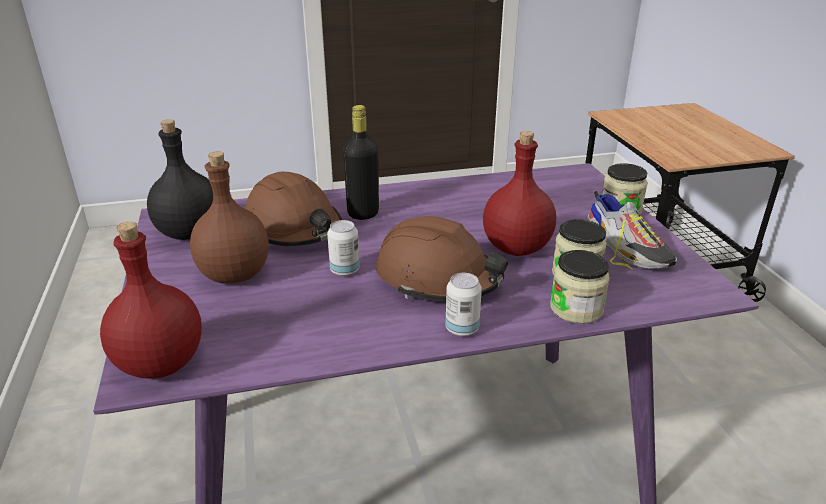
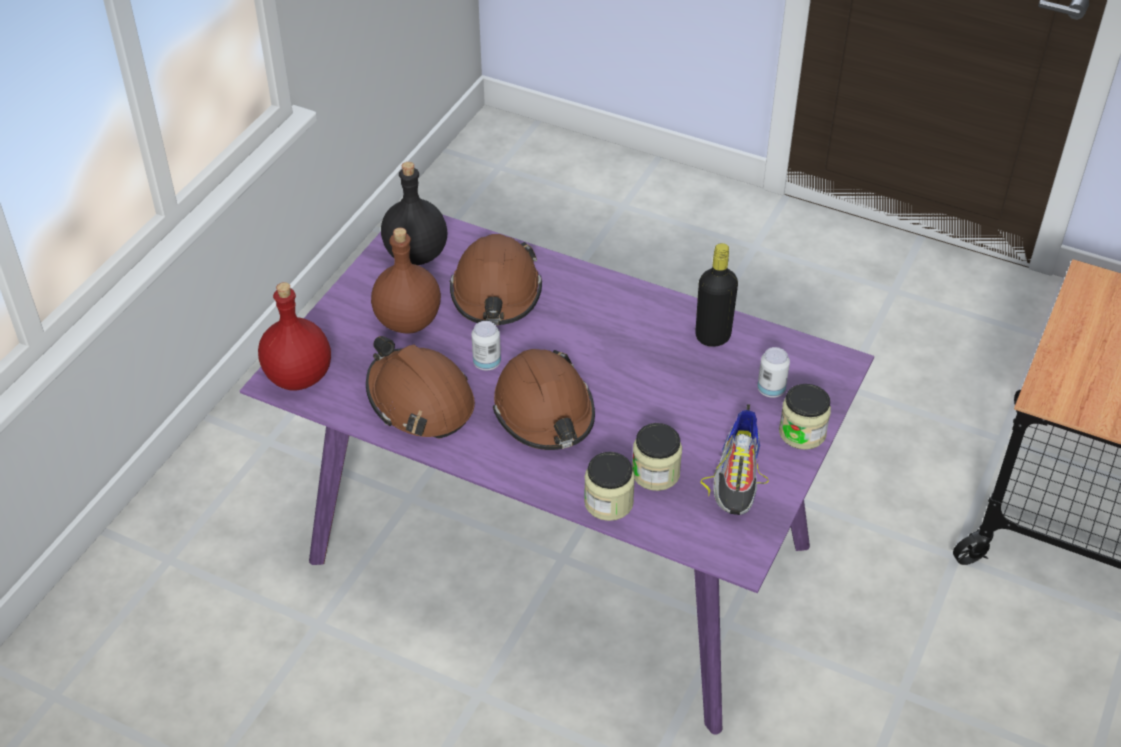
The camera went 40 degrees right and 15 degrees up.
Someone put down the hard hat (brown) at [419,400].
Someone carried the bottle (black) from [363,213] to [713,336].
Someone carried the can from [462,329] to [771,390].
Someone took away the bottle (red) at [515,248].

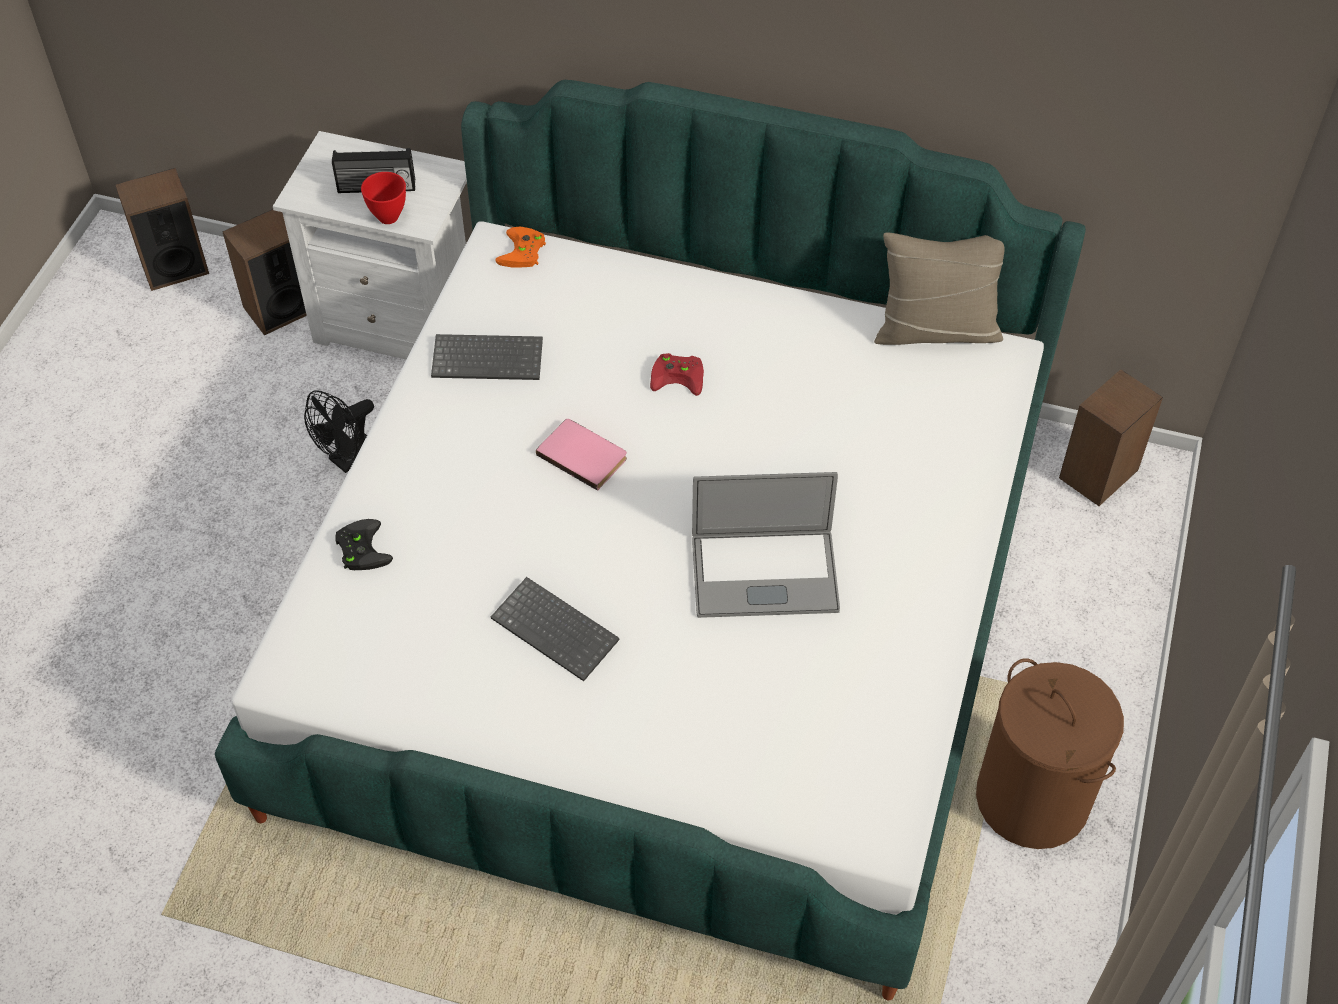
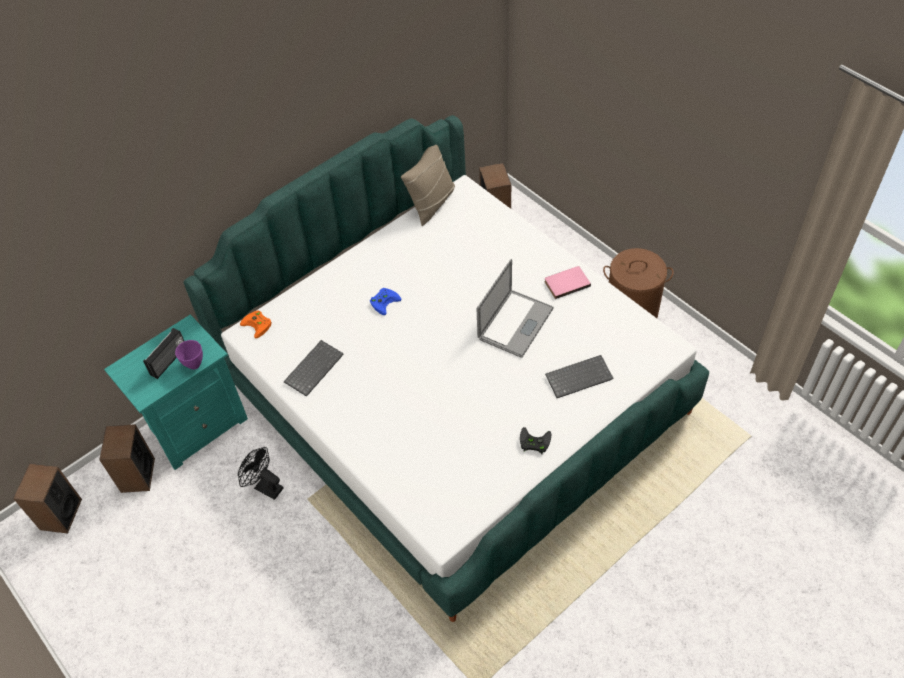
The camera went 55 degrees left and 0 degrees up.
Someone repainted the nightstand (white) at [400,323], which became the nightstand (turquoise) at [196,425].
Someone repainted the bowl (red) at [388,216], which became the bowl (purple) at [194,364].
Someone rotated the fan (black) at [348,459] by 135 degrees clockwise.
Someone repainted the game controller (red) at [679,376], which became the game controller (blue) at [384,301].
Someone carried the game controller (black) from [360,548] to [533,442].
Someone carried the book (pink) from [584,454] to [566,282].
Someone carried the keyboard from [557,630] to [579,376].

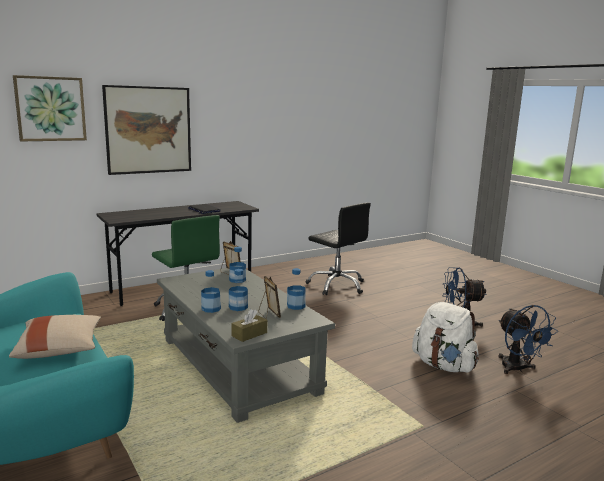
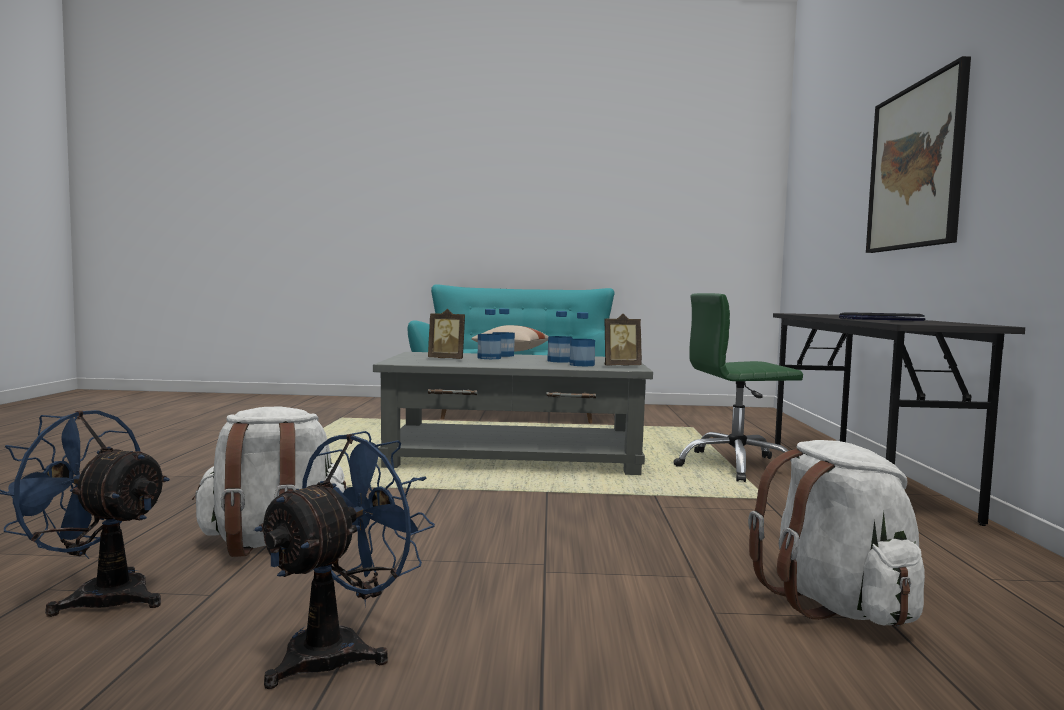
The camera went 125 degrees right and 10 degrees down.
Someone carried the bottle from [296,306] to [559,361].
Someone swapped the office chair (black) at [337,285] for the backpack (white) at [835,604].
Someone took away the picture at [50,109].
Someone took away the tissue box (brown) at [249,334].

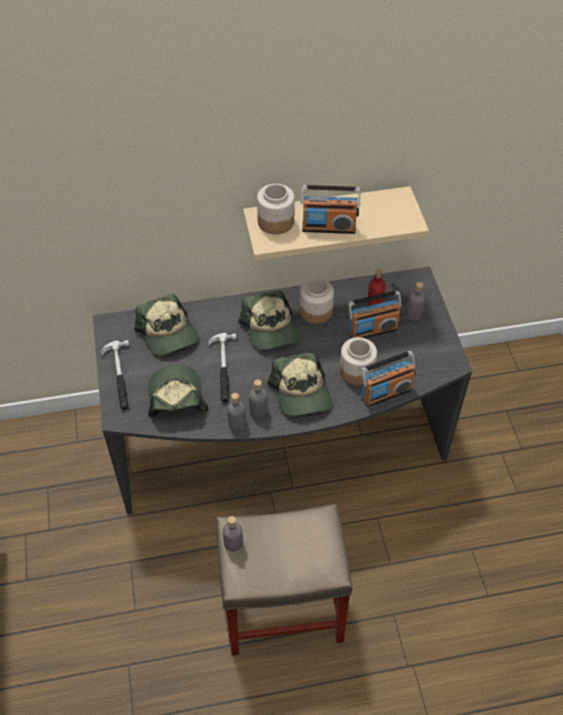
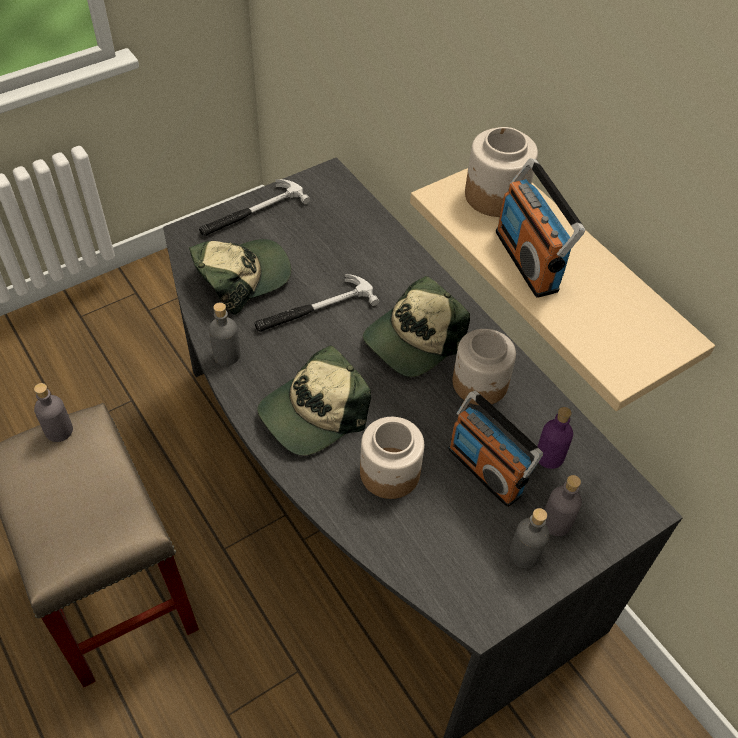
The camera went 65 degrees right and 0 degrees up.
Someone carried the bottle (grey) from [258,410] to [524,554].
Someone repainted the bottle (red) at [375,301], which became the bottle (purple) at [549,456].
Someone took away the cap at [168,333].
Someone took away the radio at [386,393].

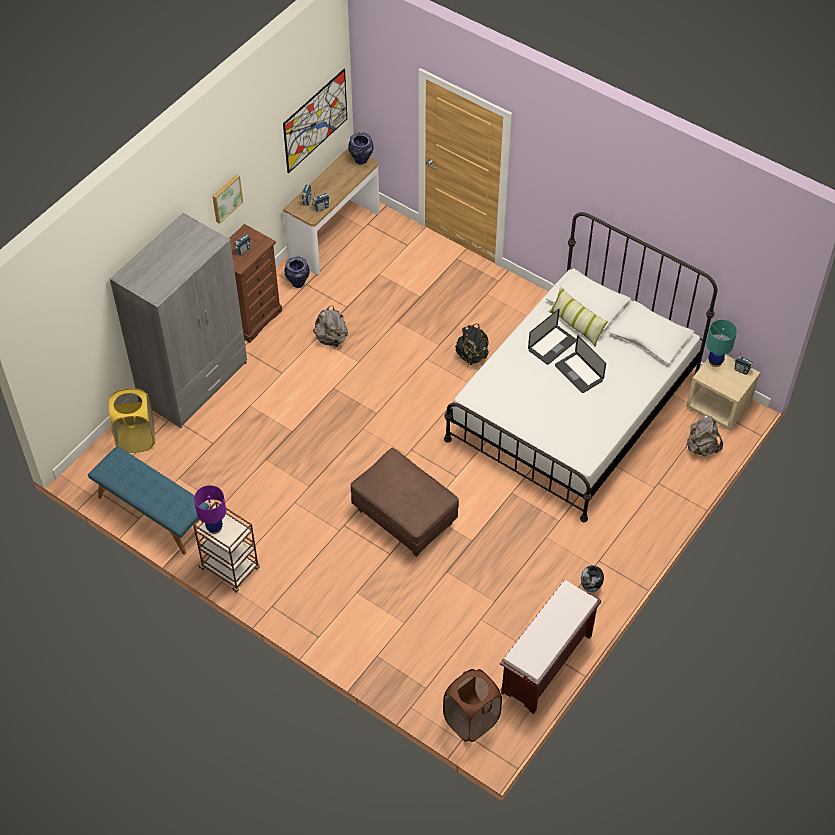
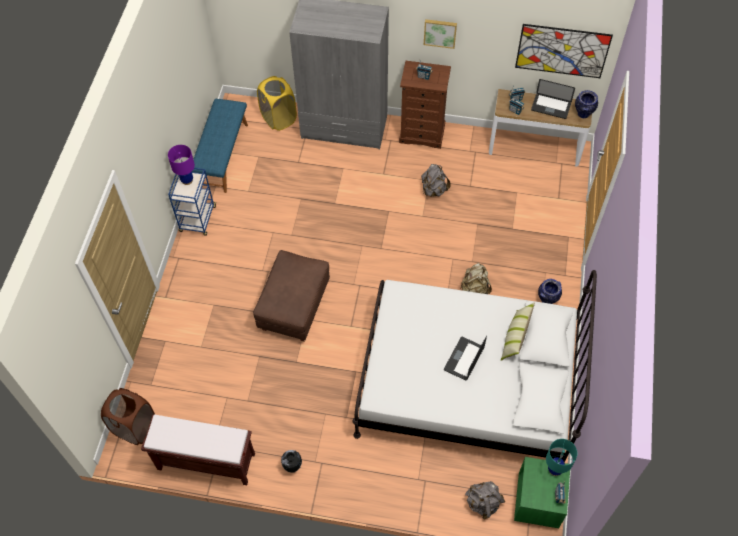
The camera went 65 degrees right and 5 degrees up.
Someone repainted the cart (brown) at [230,569], which became the cart (blue) at [198,220].
Someone repainted the backpack (black) at [472,356], which became the backpack (beige) at [475,288].
Someone repainted the nightstand (beige) at [719,406], which became the nightstand (green) at [538,501].
Someone carried the laptop from [552,345] to [551,107].
Someone carried the vase from [298,283] to [547,300].

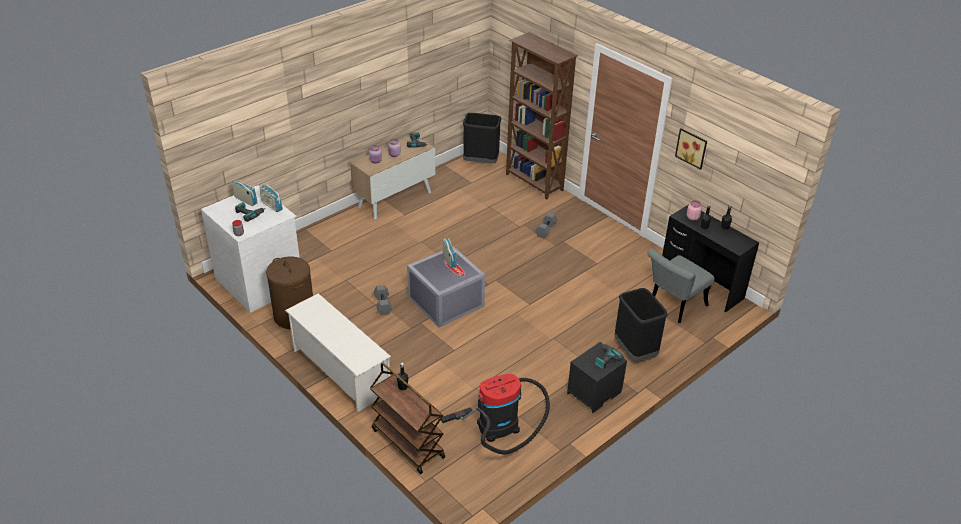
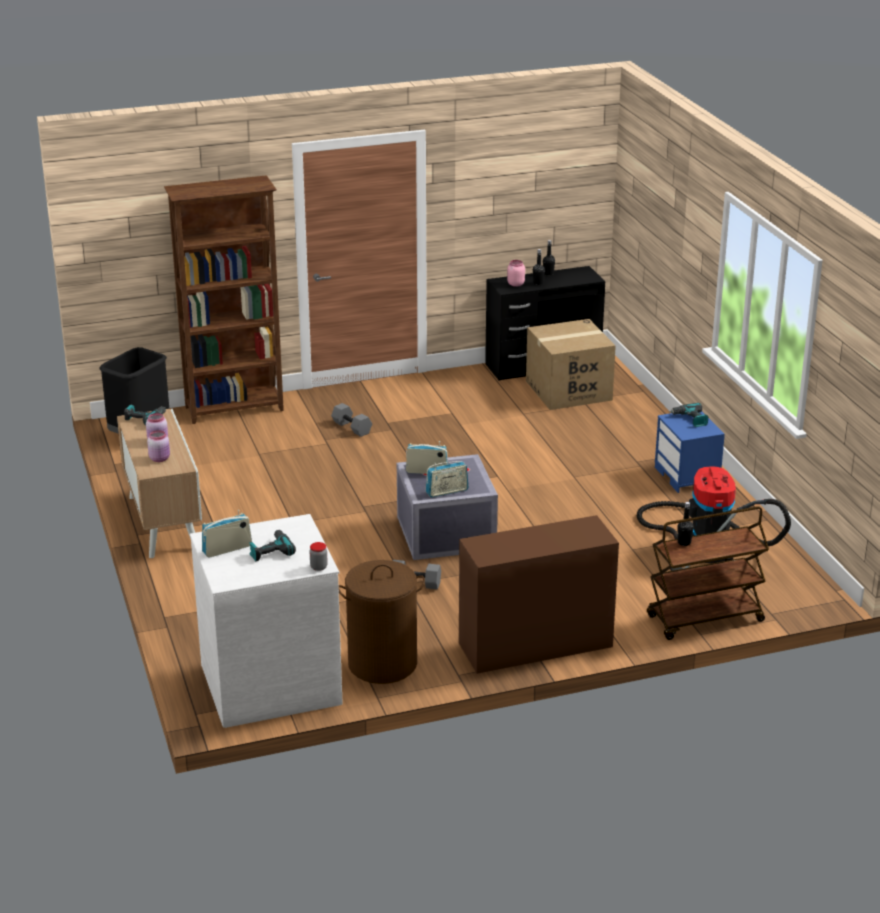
The camera went 65 degrees left and 10 degrees down.
Someone carried the radio from [272,206] to [447,491].
Someone swapped the shoe rack (white) at [340,371] for the desk (brown) at [535,645].
Someone swapped the chair (grey) at [673,306] for the cardboard box at [568,390].
Someone repainted the nightstand (black) at [594,394], which became the nightstand (blue) at [687,476].
Someone took away the trash can (black) at [634,351].
Someone took away the picture at [692,148].

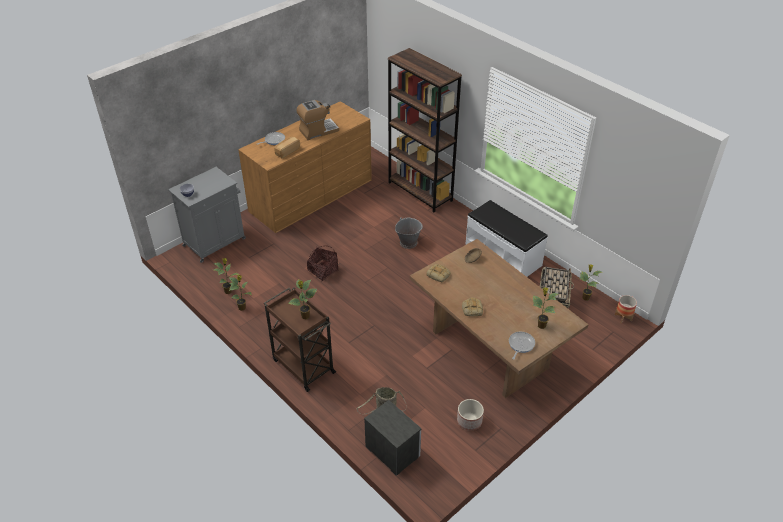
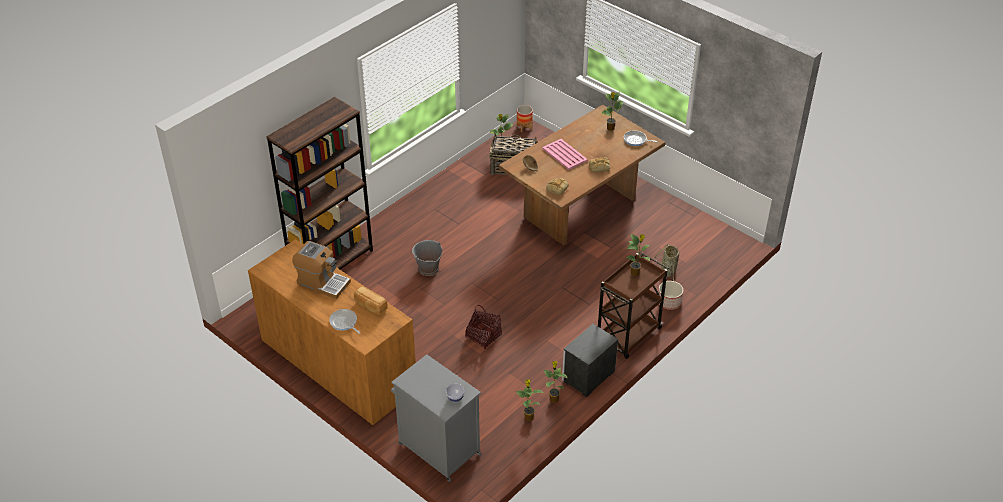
The camera went 95 degrees left and 0 degrees up.
Someone rotated the coffee machine at [318,131] by 150 degrees clockwise.
Someone put down the tray (pink) at [564,155].
Someone carried the nightstand from [392,451] to [587,376].
Someone carried the planter from [469,421] to [669,302].
Someone took away the bench (white) at [503,254].

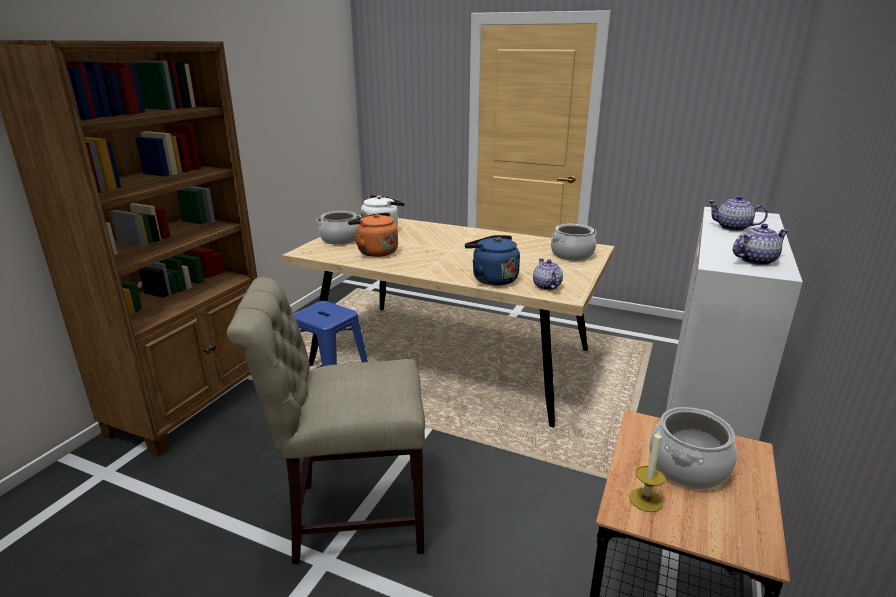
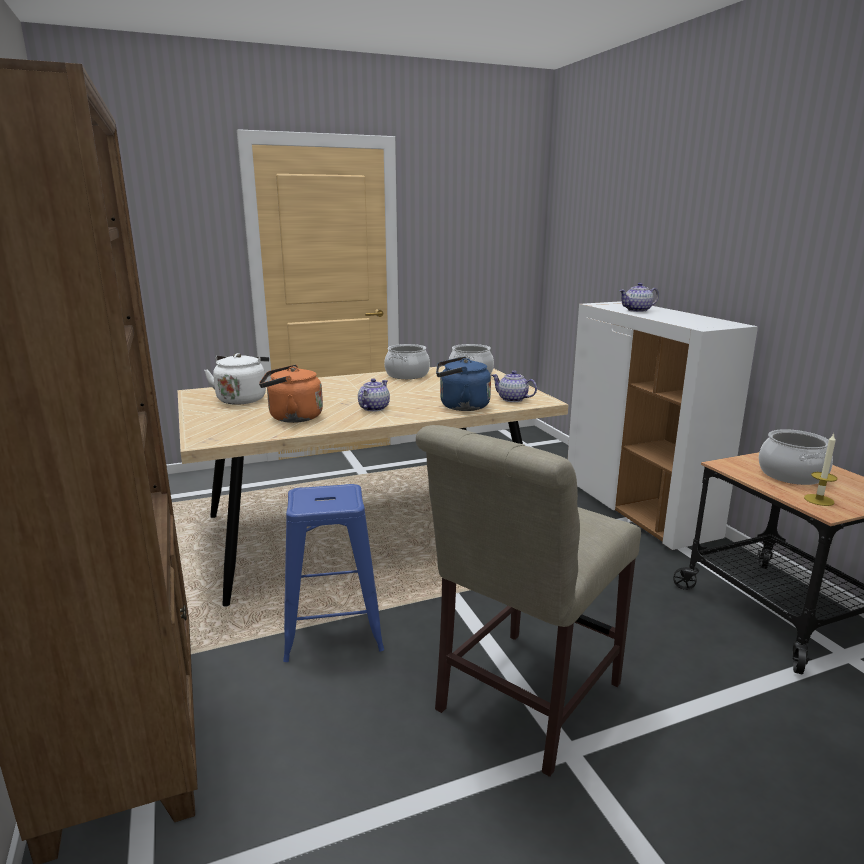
The camera went 45 degrees left and 5 degrees down.
Someone carried the teapot from [755,260] to [373,408].
Someone carried the cooking pot from [340,239] to [407,375].

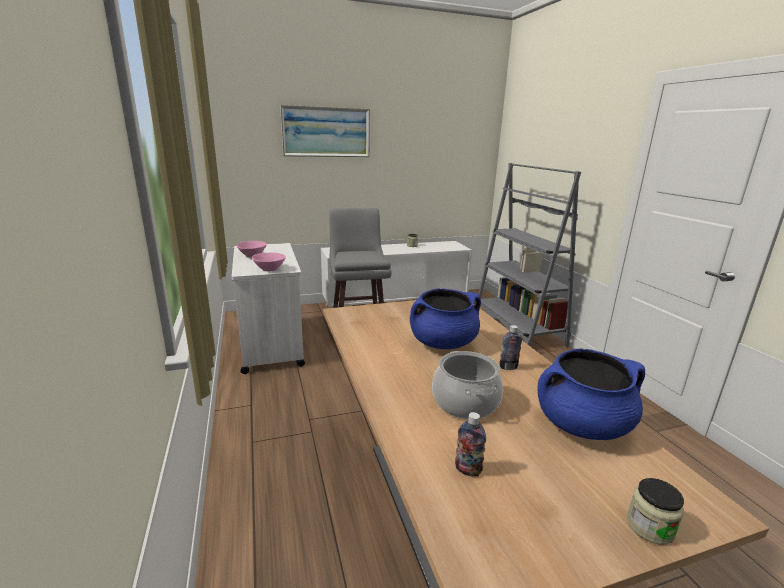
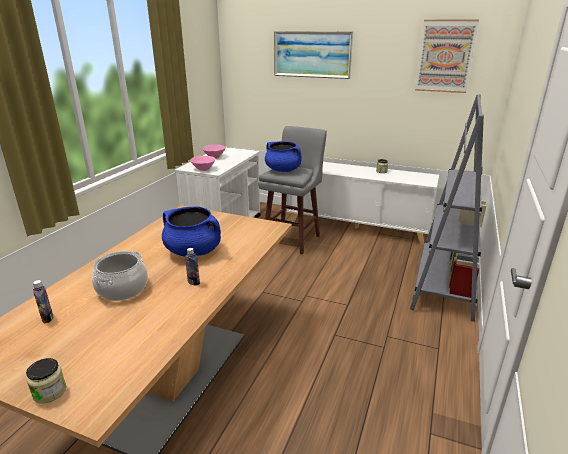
The camera went 40 degrees right and 5 degrees up.
Someone carried the cooking pot (blue) from [581,424] to [283,170].
Someone put up the picture at [445,56].

